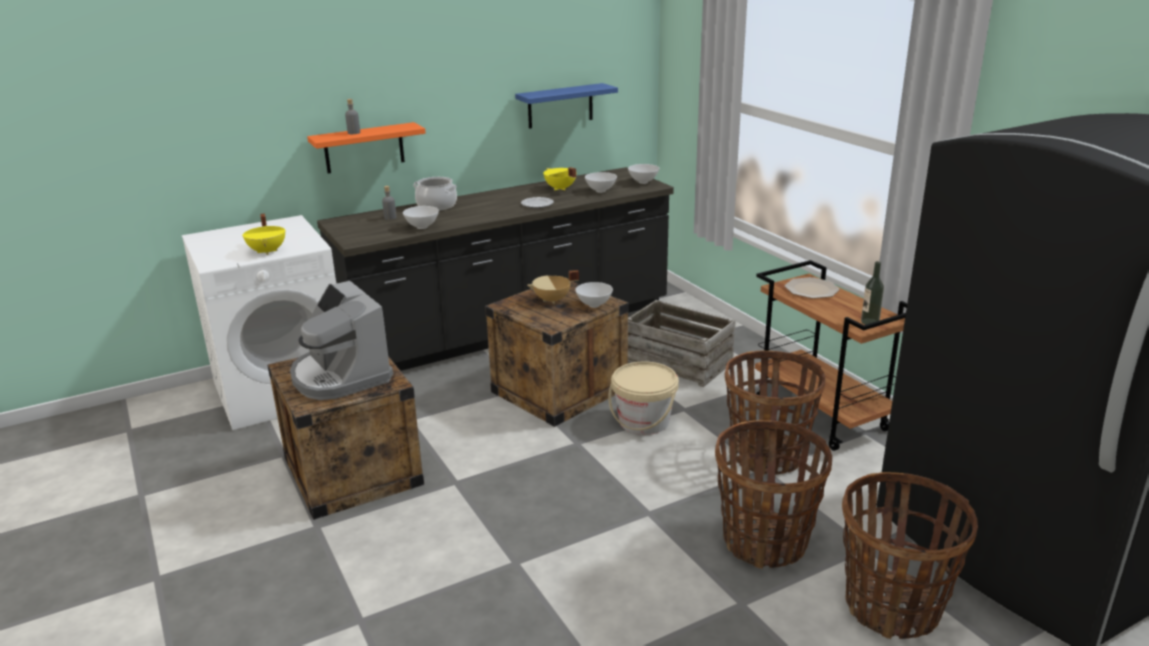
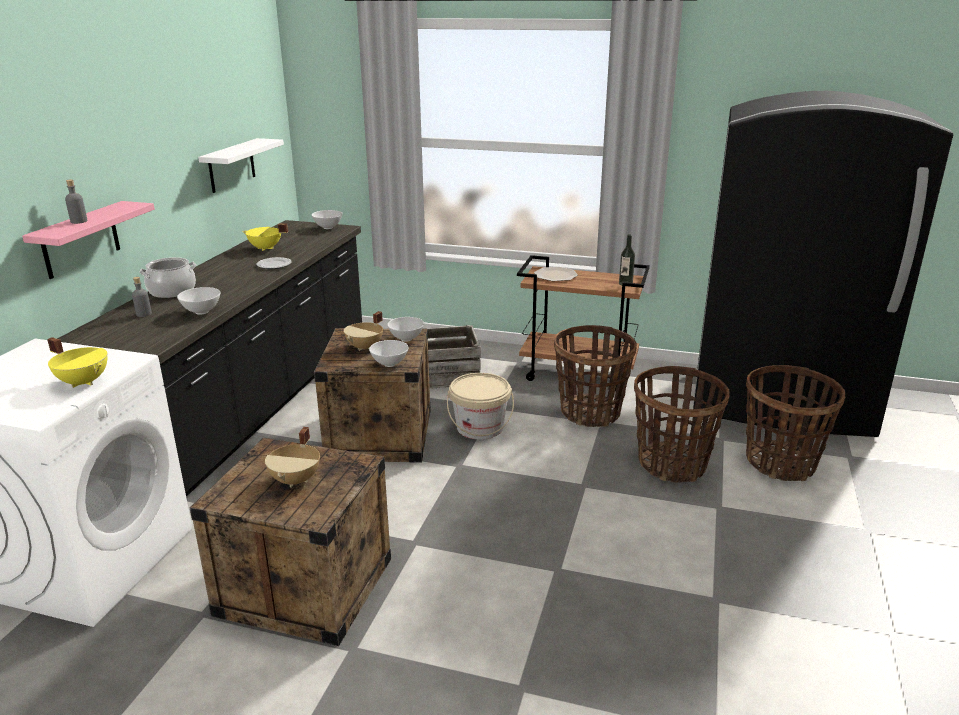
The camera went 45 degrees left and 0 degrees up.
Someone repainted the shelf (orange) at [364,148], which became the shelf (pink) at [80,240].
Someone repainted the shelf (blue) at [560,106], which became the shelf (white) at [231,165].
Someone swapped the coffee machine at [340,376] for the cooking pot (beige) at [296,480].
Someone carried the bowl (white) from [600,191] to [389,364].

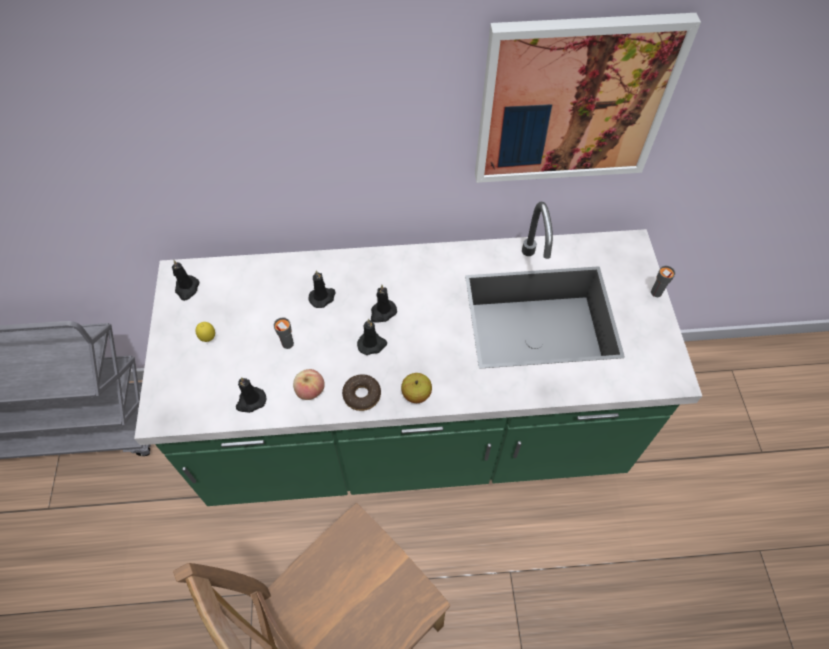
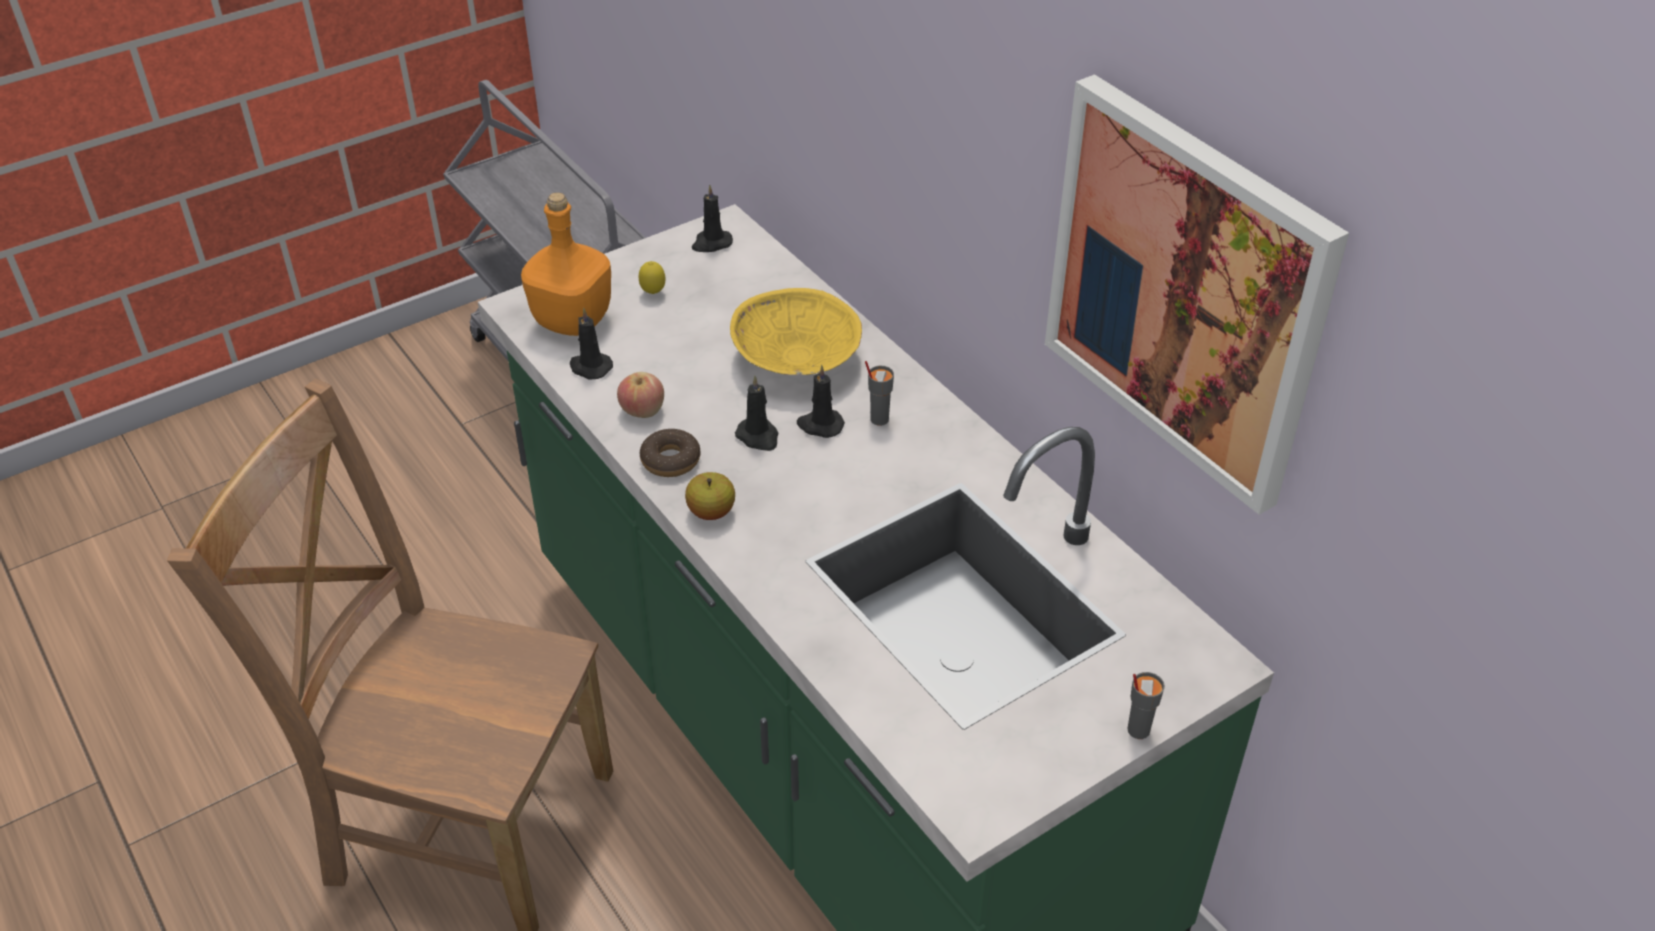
The camera went 60 degrees right and 15 degrees down.
Someone put down the bottle (orange) at [572,321].
Someone swapped the candle (black) at [322,297] for the bowl (yellow) at [797,359].
Someone carried the cup (grey) from [287,344] to [878,419].

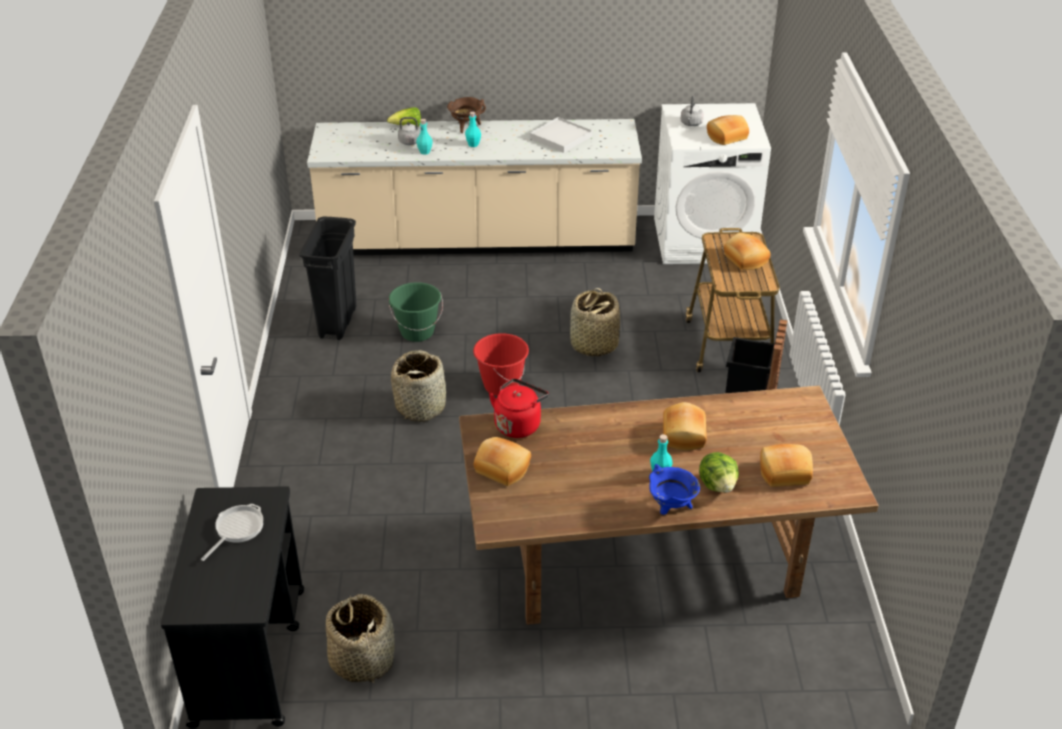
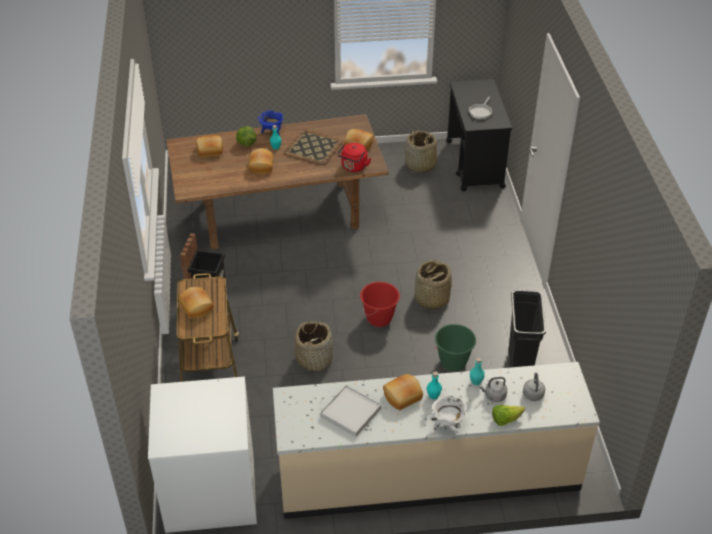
The camera went 175 degrees right and 5 degrees up.
Someone put down the tray at [313,147].
Someone carried the bread from [726,136] to [403,397].
Someone repainted the cooking pot (brown) at [466,126], which became the cooking pot (white) at [447,424].
Someone carried the kettle (grey) from [691,124] to [533,393].

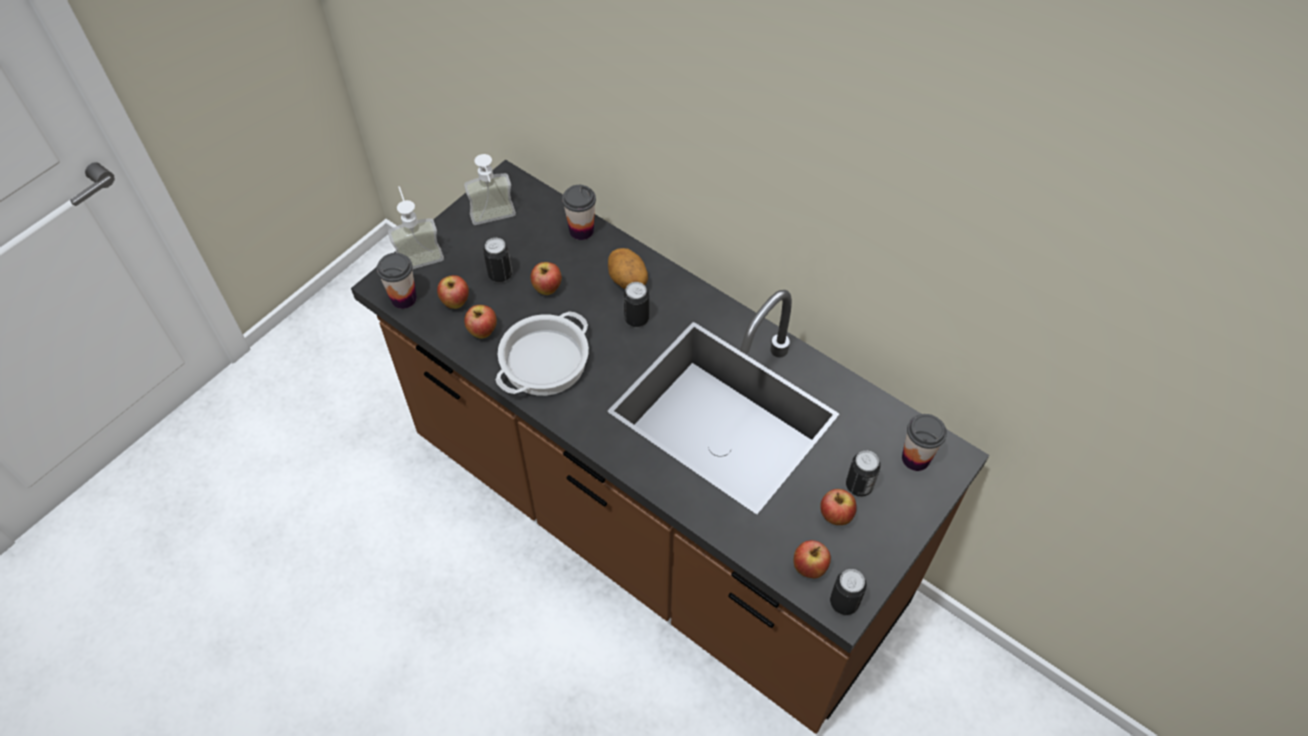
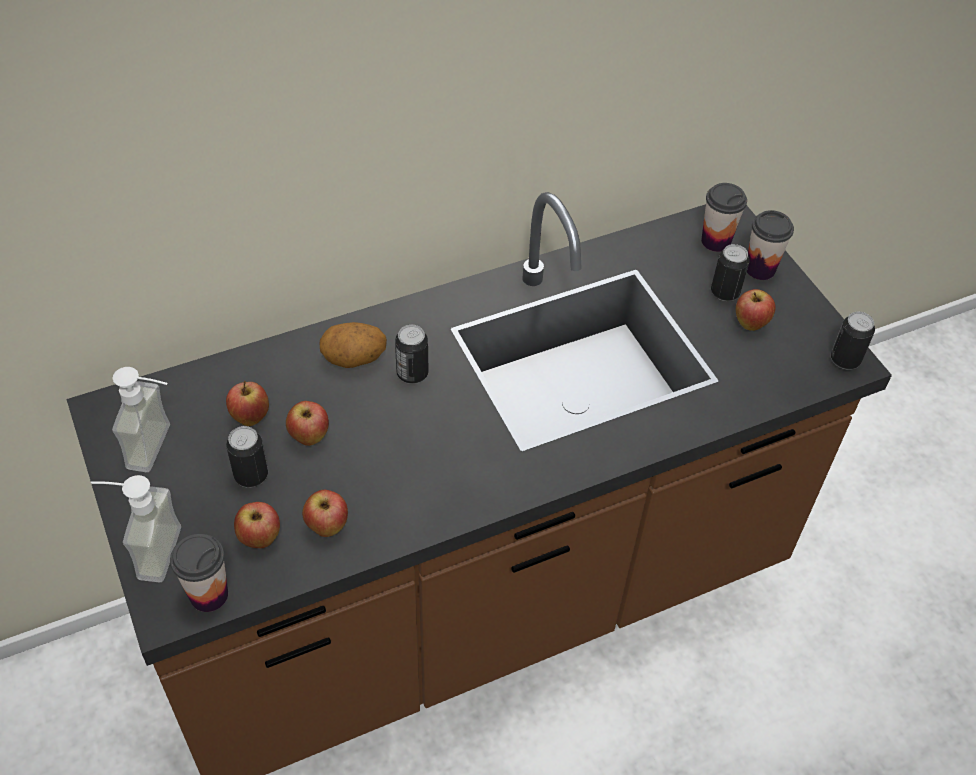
The camera went 65 degrees left and 5 degrees down.
Someone carried the apple from [809,568] to [250,418].
Someone carried the cup from [581,230] to [760,269].
Someone took away the cooking pot at [544,360].

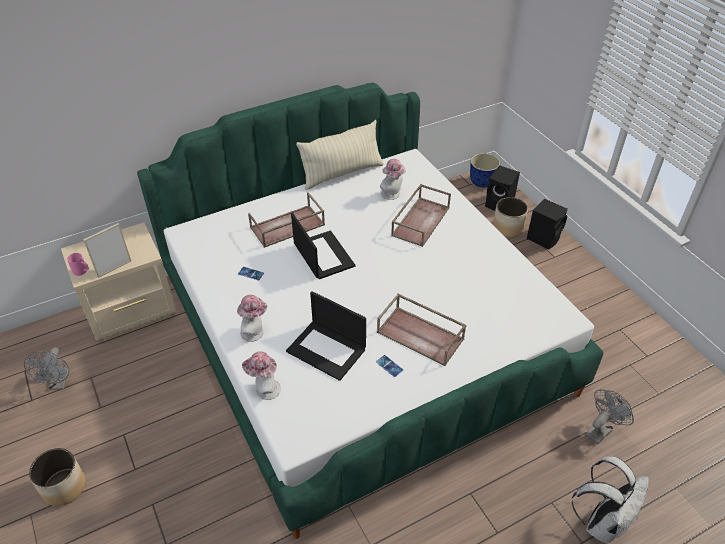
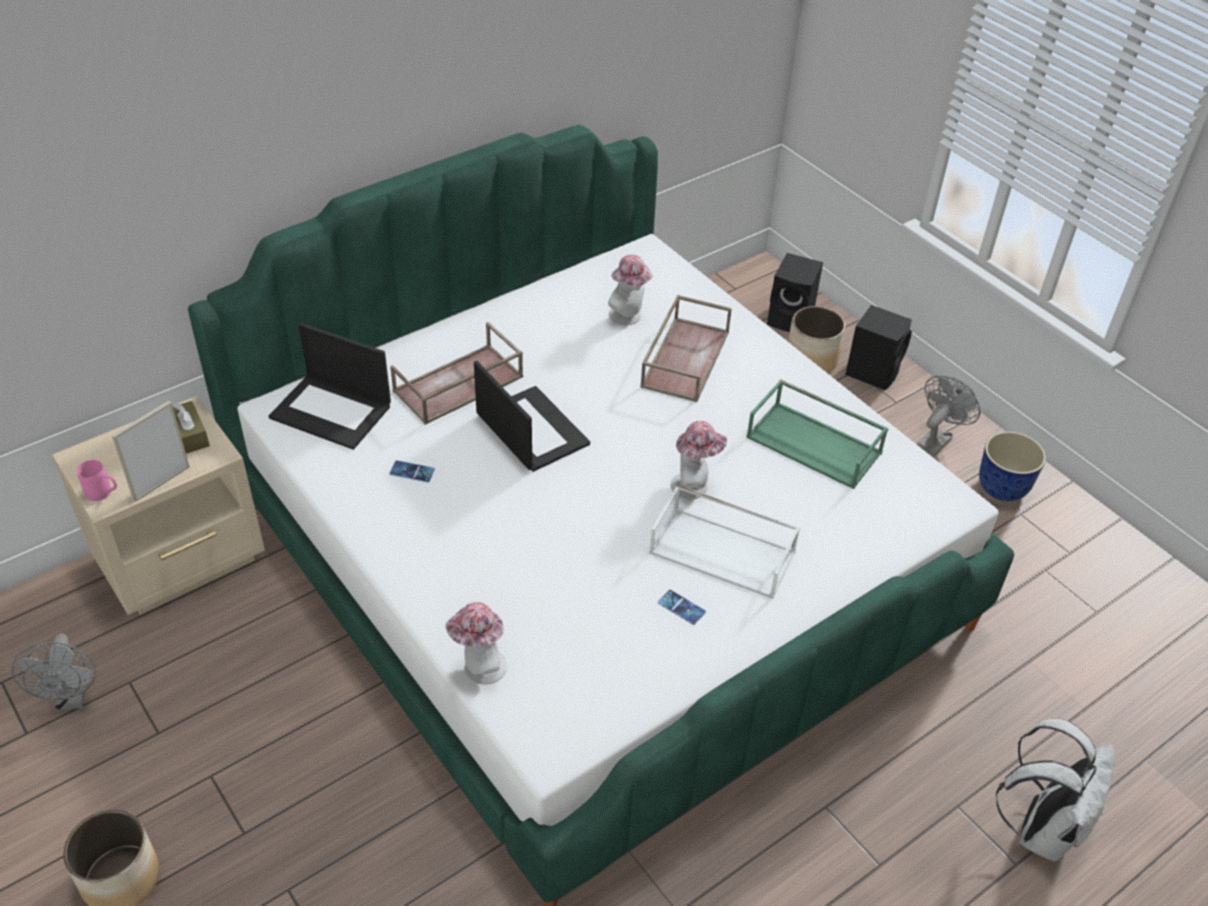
The camera went 10 degrees left and 0 degrees up.
Someone put down the tissue box (brown) at [190,435].
Someone carried the laptop from [327,350] to [333,411].
Someone repainted the tray (brown) at [421,335], which became the tray (white) at [724,551].
Someone carried the hat from [255,333] to [694,485].
Someone put down the tray (green) at [815,444].
Someone carried the fan (grey) from [601,429] to [936,439].
Someone carried the planter from [481,182] to [1001,489].
Someone took away the pillow (beige) at [342,173].

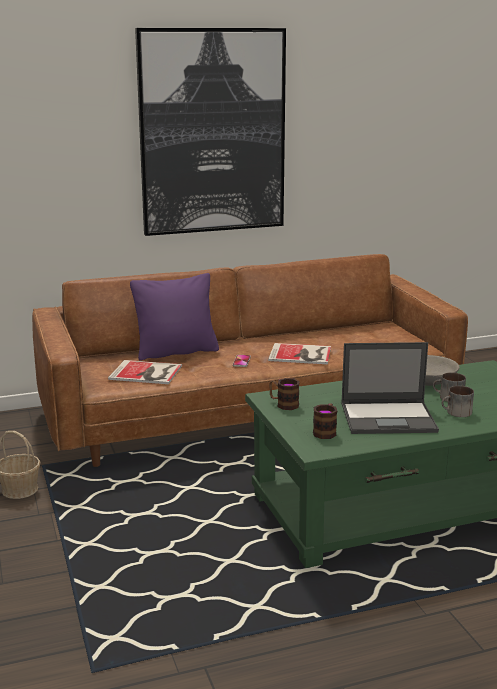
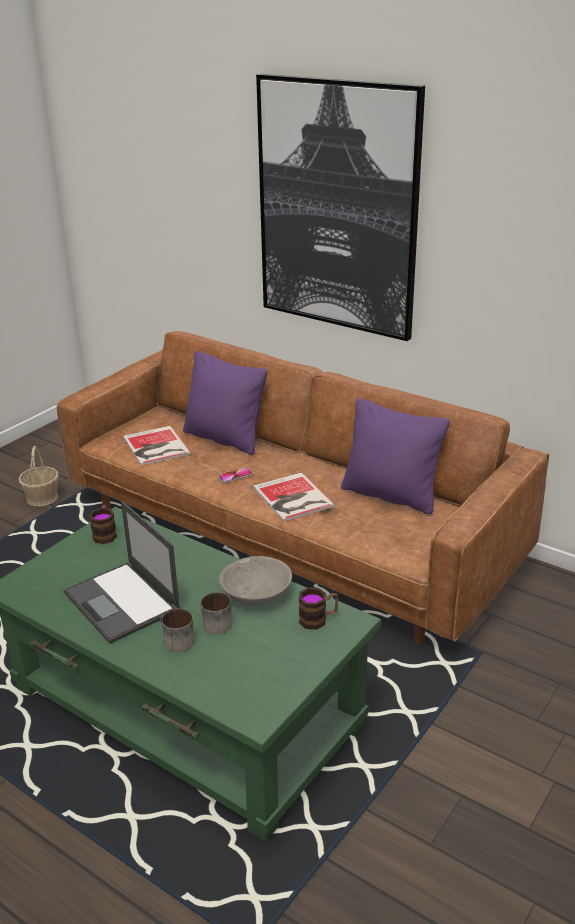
The camera went 55 degrees right and 10 degrees up.
Someone carried the mug from [326,431] to [318,619].
Someone put down the pillow (purple) at [391,495].

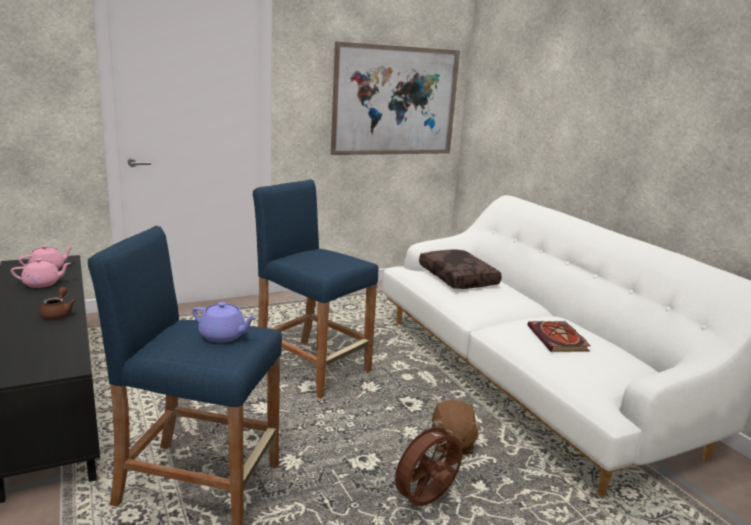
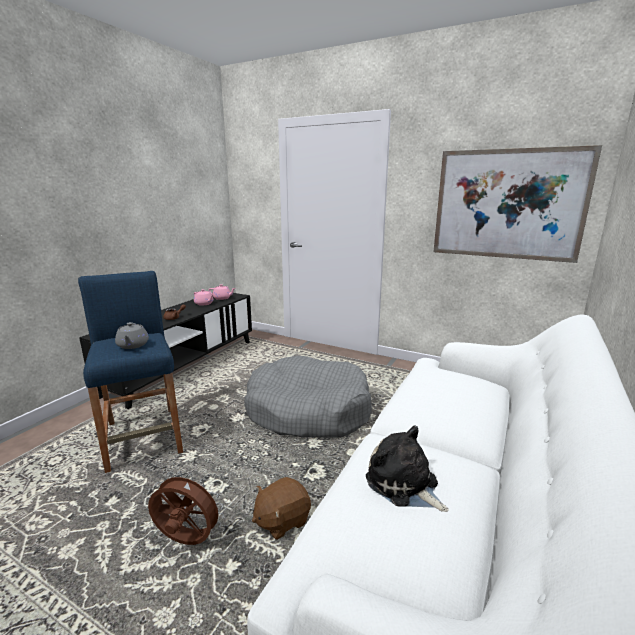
The camera went 55 degrees right and 0 degrees up.
Someone repainted the teapot (purple) at [223,336], which became the teapot (grey) at [132,345].
Someone swapped the stool (blue) at [312,367] for the dog bed (grey) at [308,410].
Someone swapped the book at [559,339] for the plush toy at [404,484].
Someone took away the pillow (brown) at [459,278].

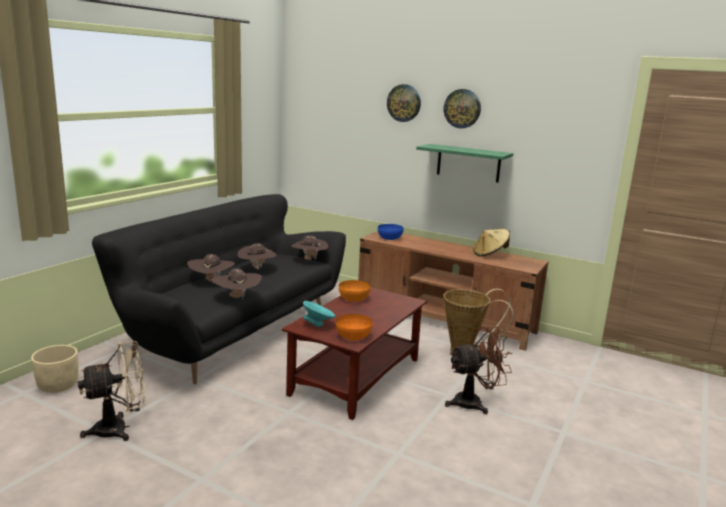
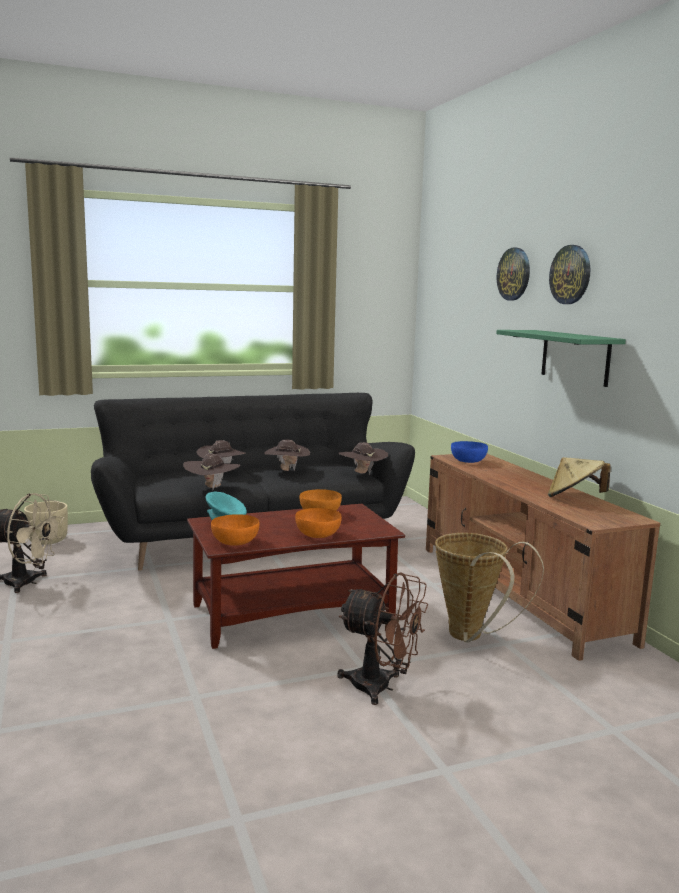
The camera went 40 degrees right and 5 degrees down.
Someone put down the bowl (orange) at [318,534].

